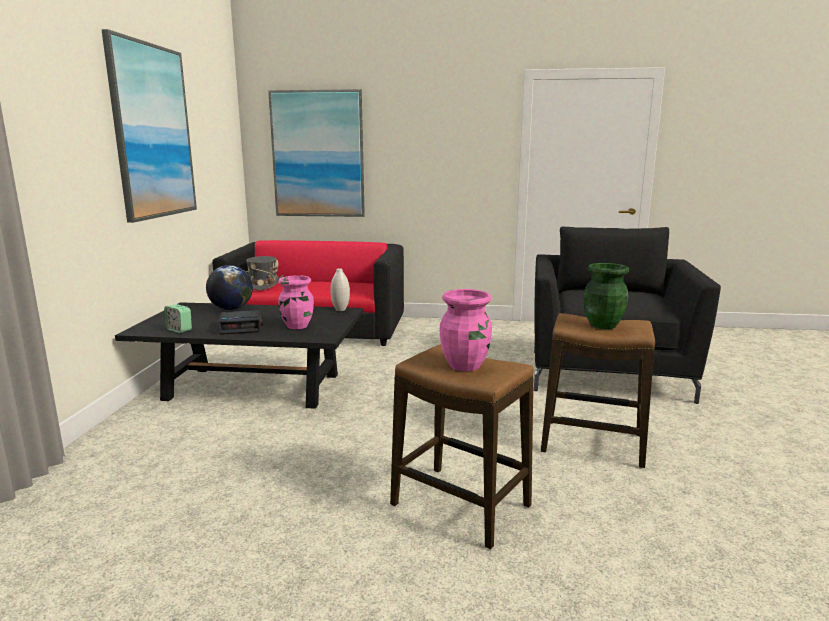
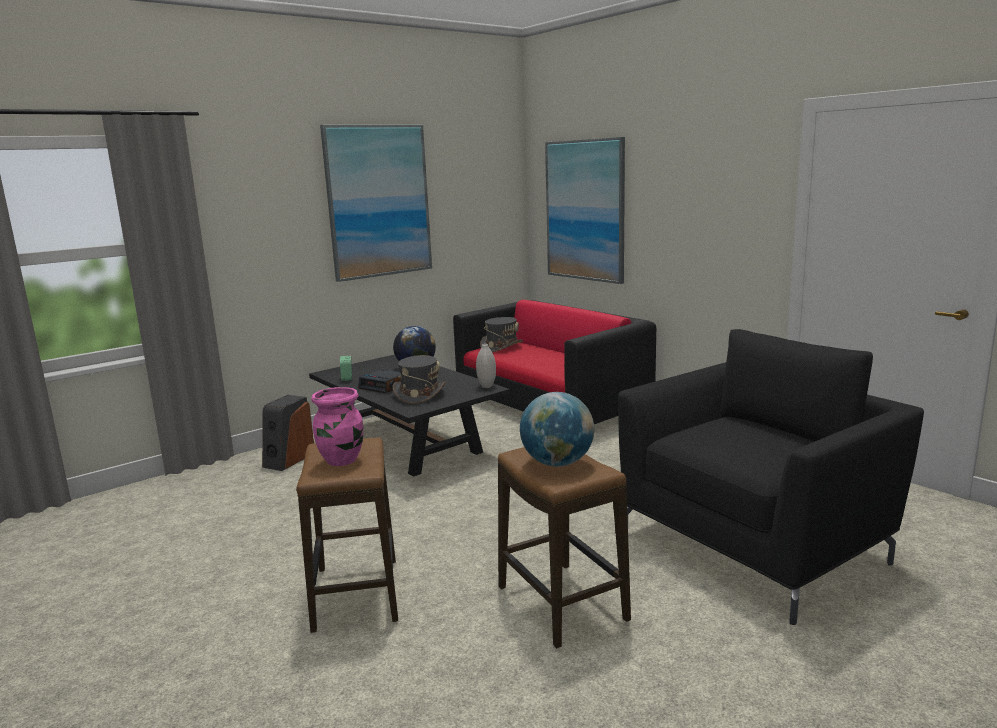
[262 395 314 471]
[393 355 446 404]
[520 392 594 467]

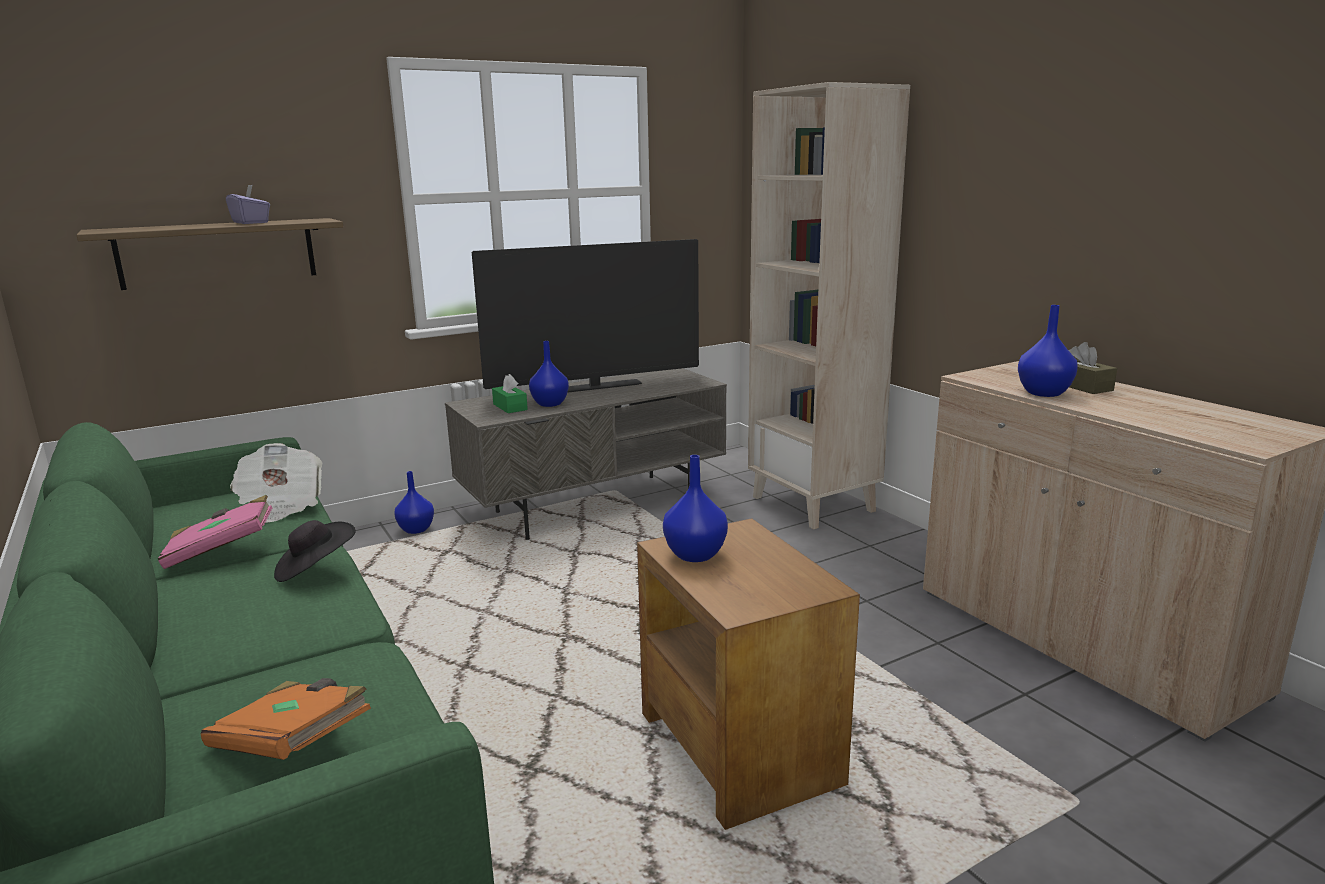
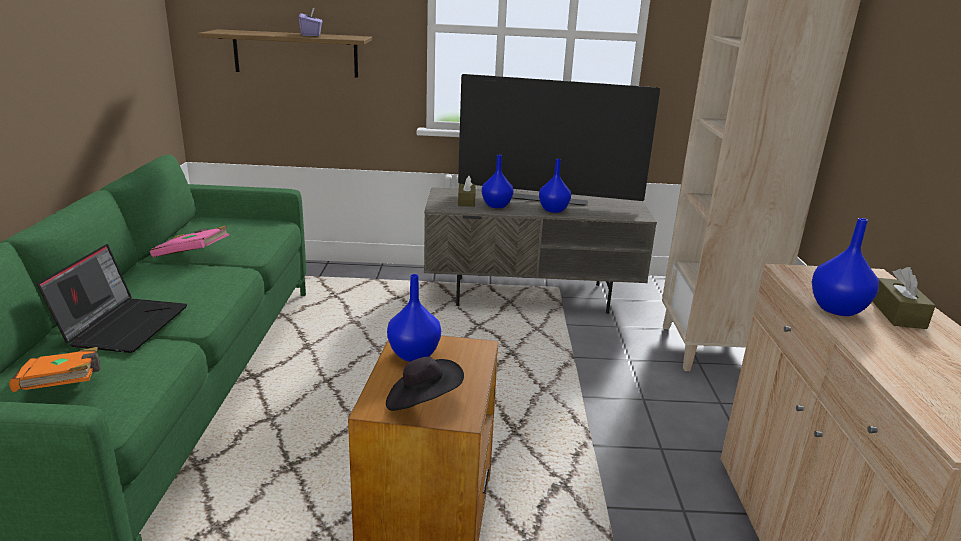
[230 443 322 523] (first image)
[37 244 188 353]
[386 357 464 411]
[539 159 571 213]
[458 176 476 207]

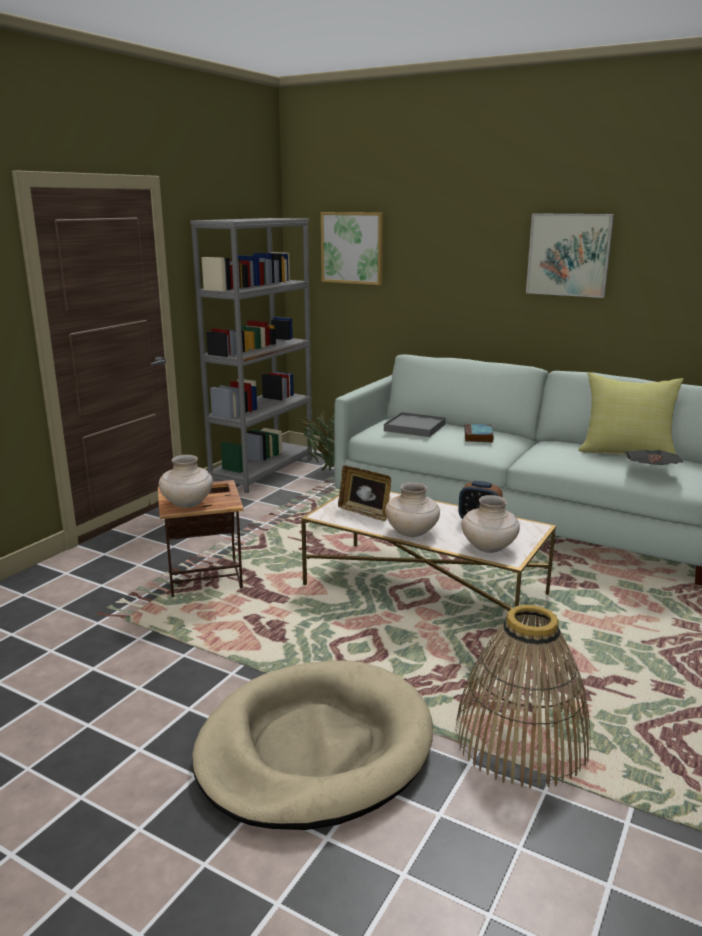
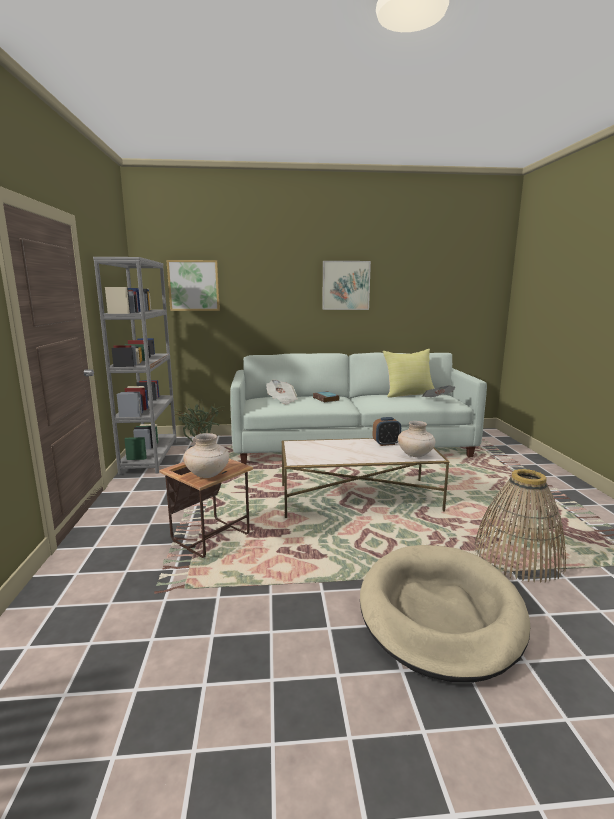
[338 466 391 522] (first image)
[385 482 440 537] (first image)
[266 380 298 404]

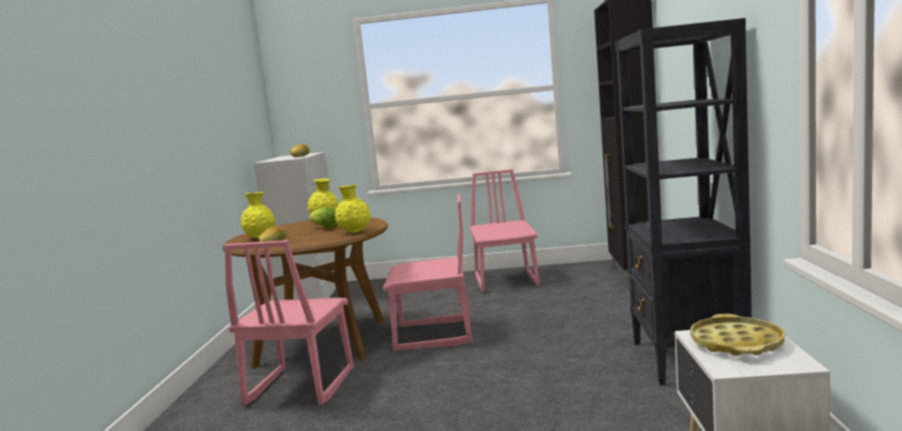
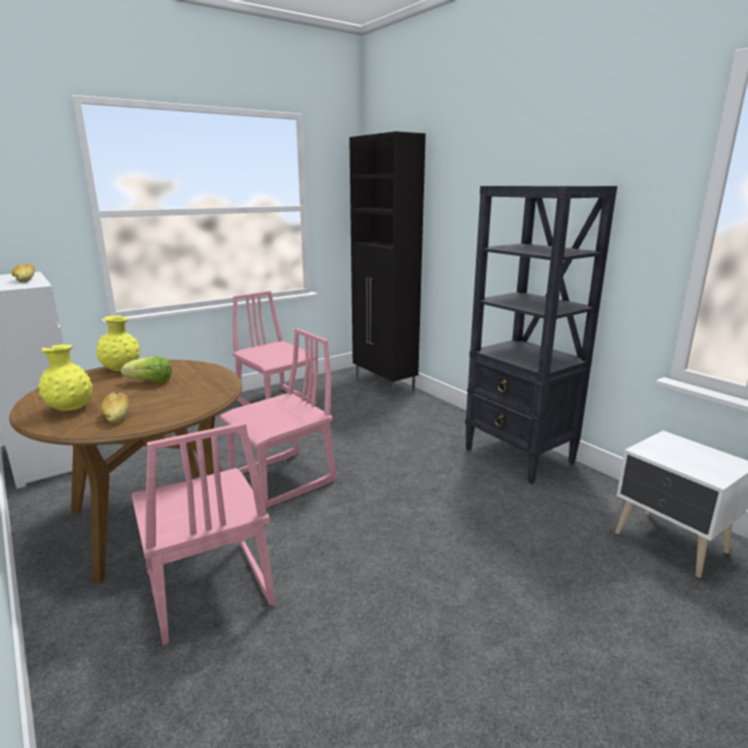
[335 184 371 233] (first image)
[690 314 785 356] (first image)

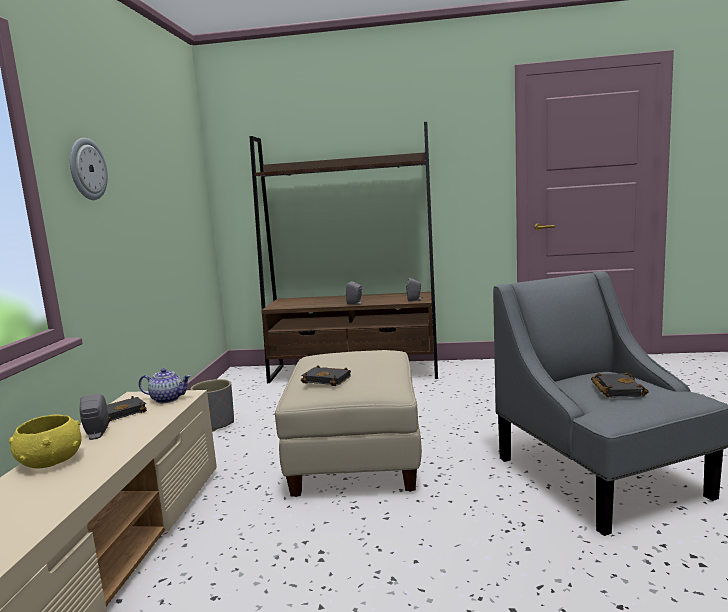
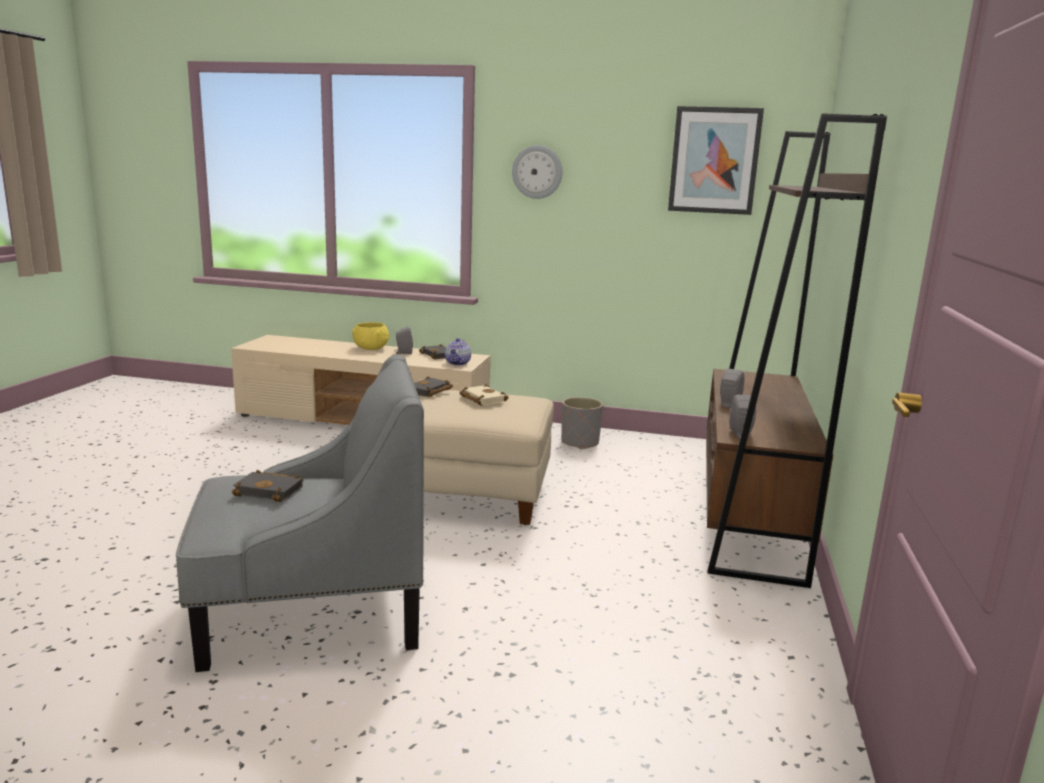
[459 384 509 406]
[668 106 764 215]

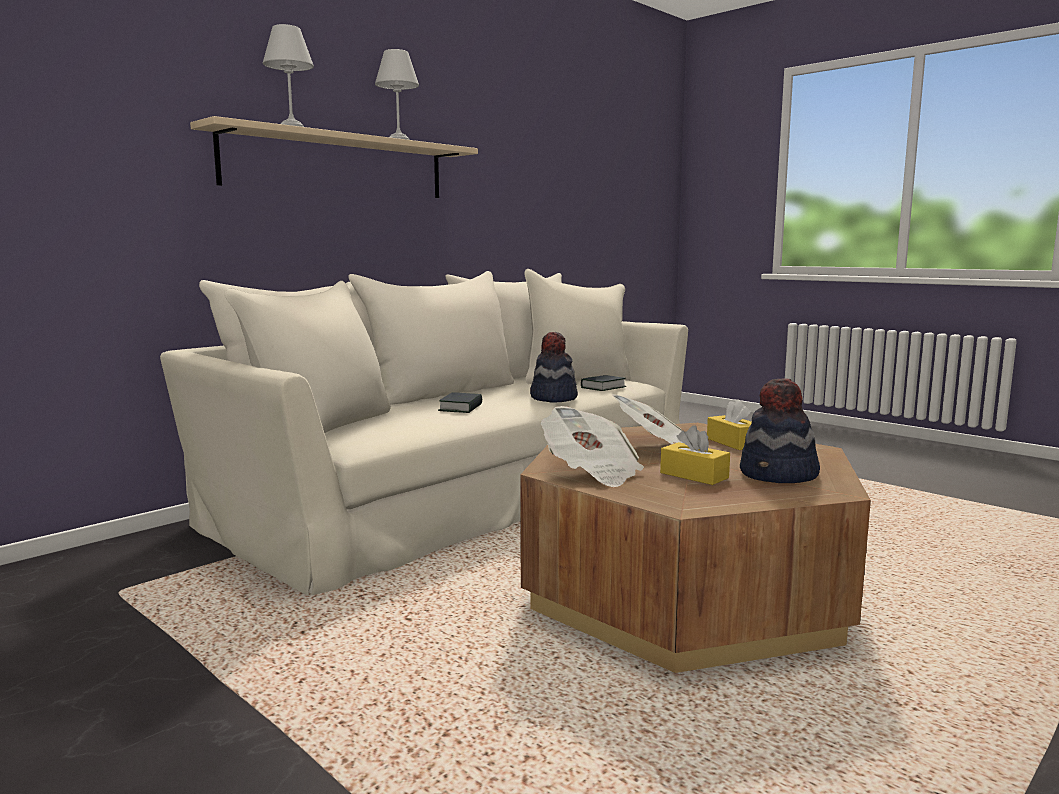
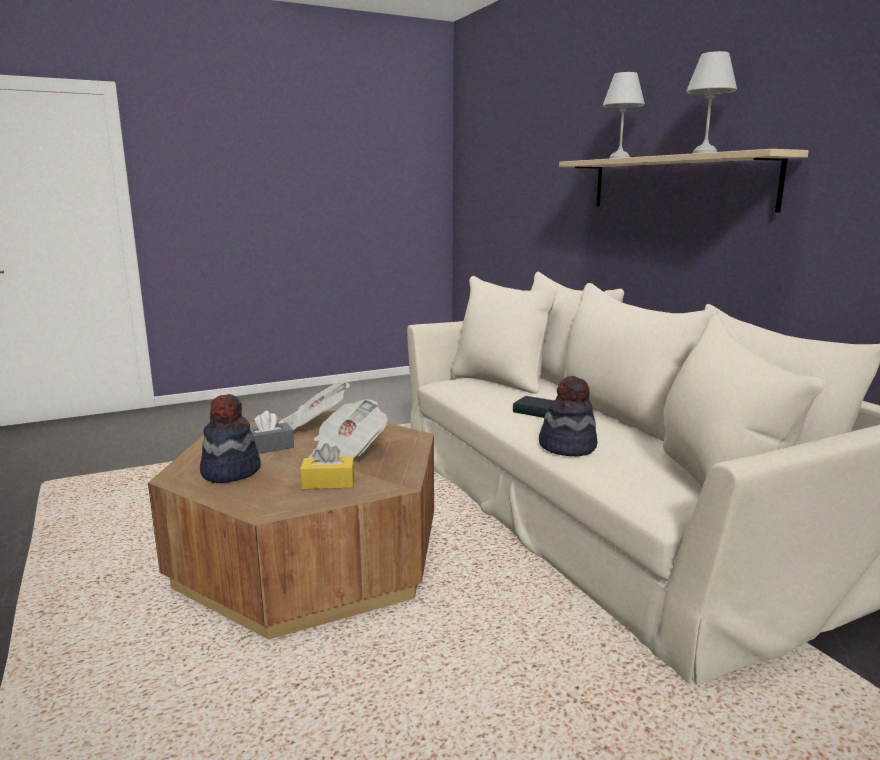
[581 375 626 391] (first image)
[250 411 294 454]

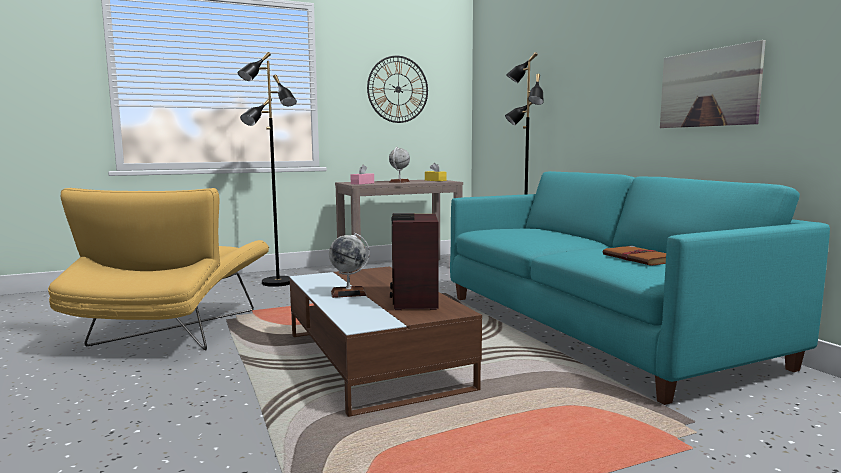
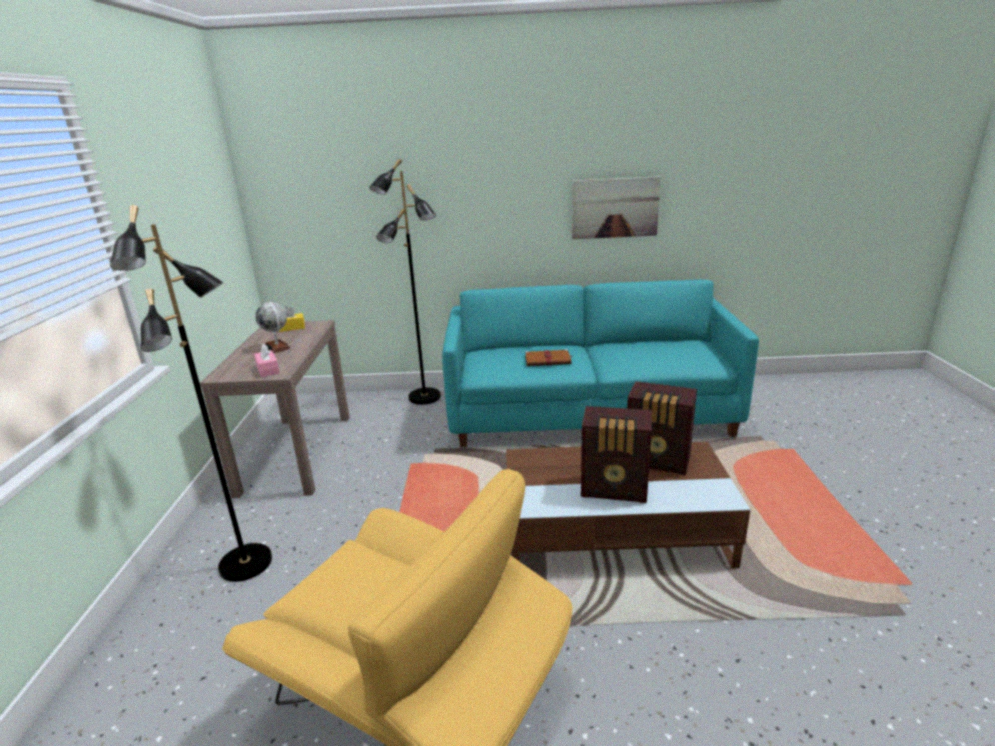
[367 56 428 123] (first image)
[525 349 572 366]
[581 406 652 503]

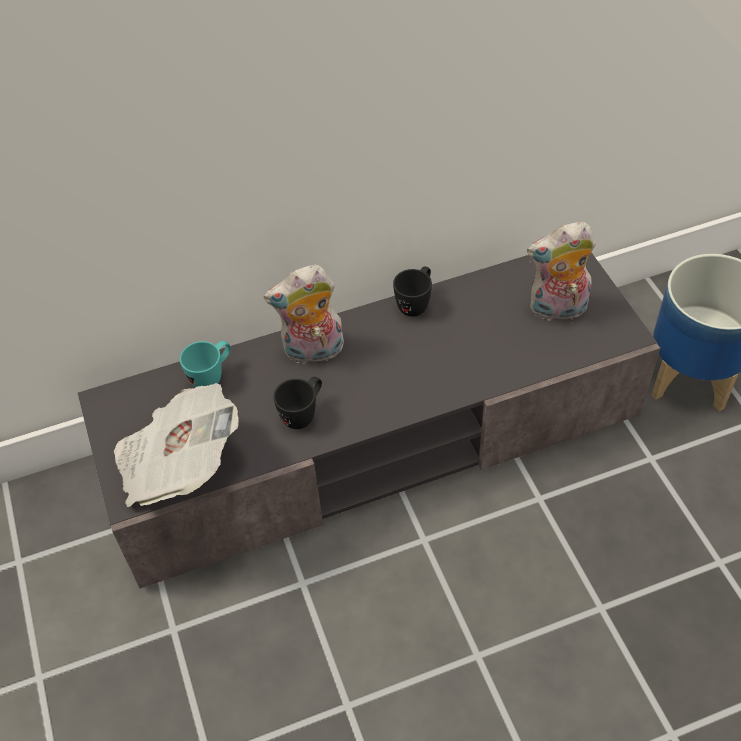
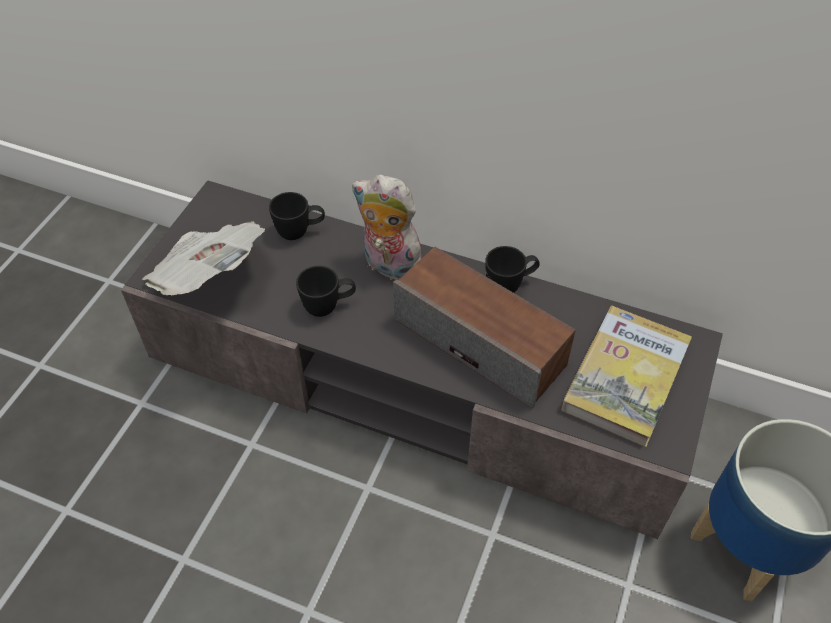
[393 247 576 408]
[561 306 692 447]
[269 192 325 240]

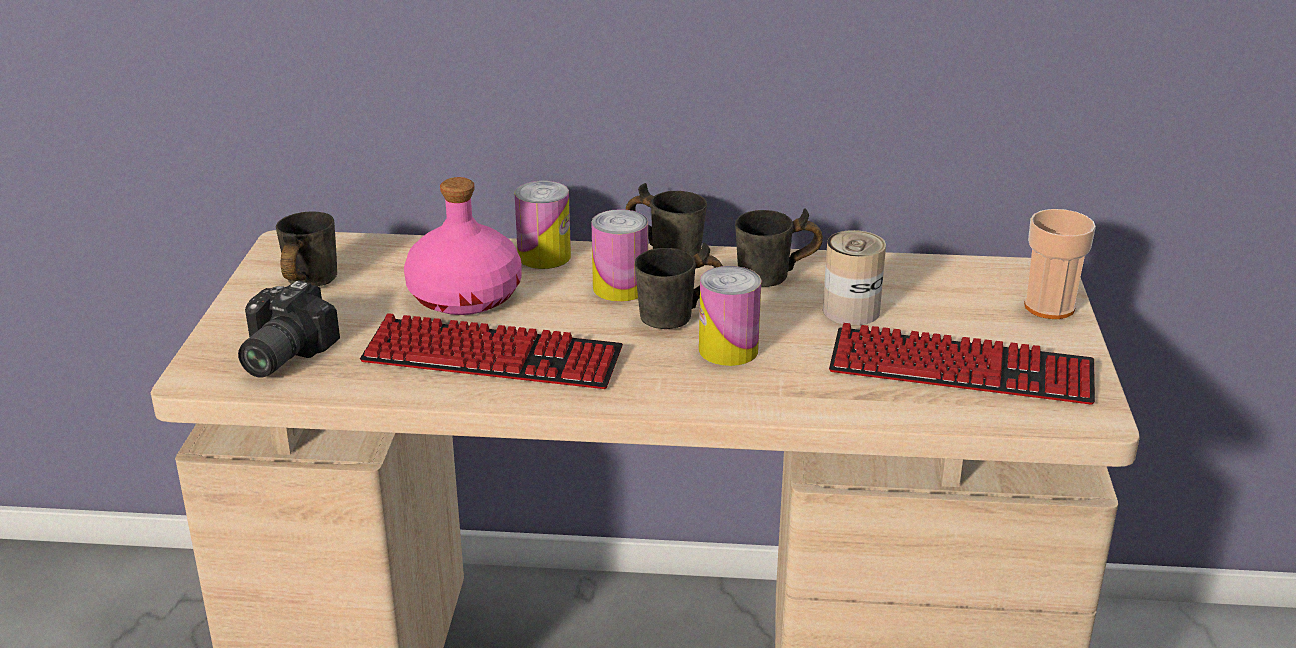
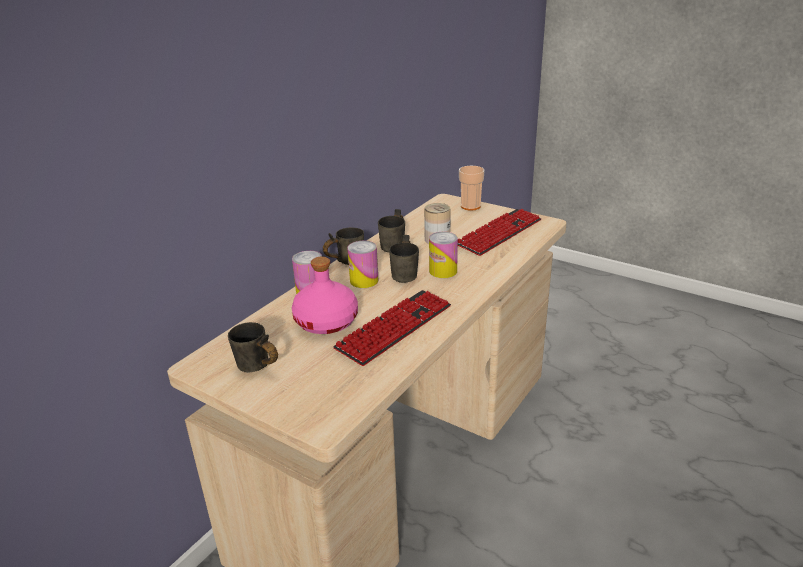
[238 280 340 378] (first image)

